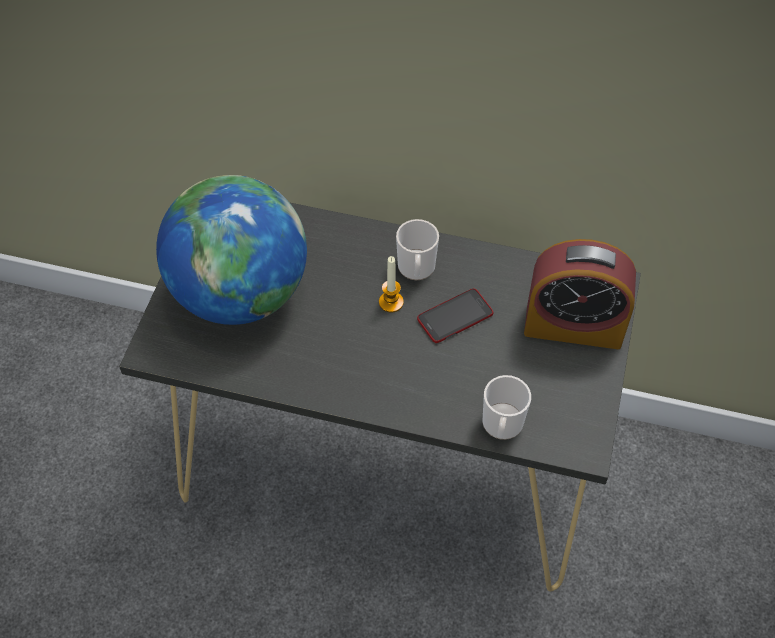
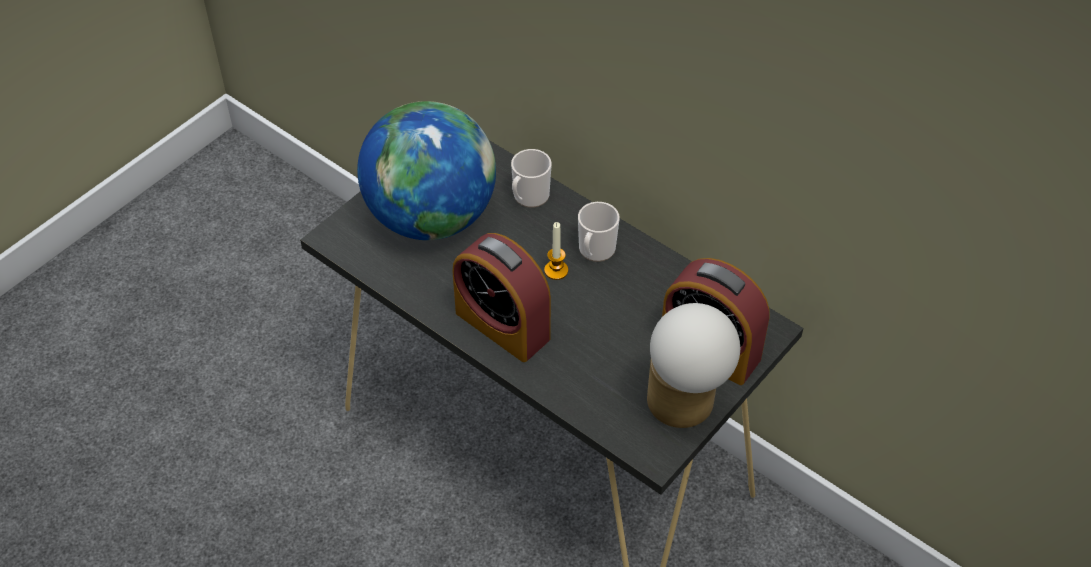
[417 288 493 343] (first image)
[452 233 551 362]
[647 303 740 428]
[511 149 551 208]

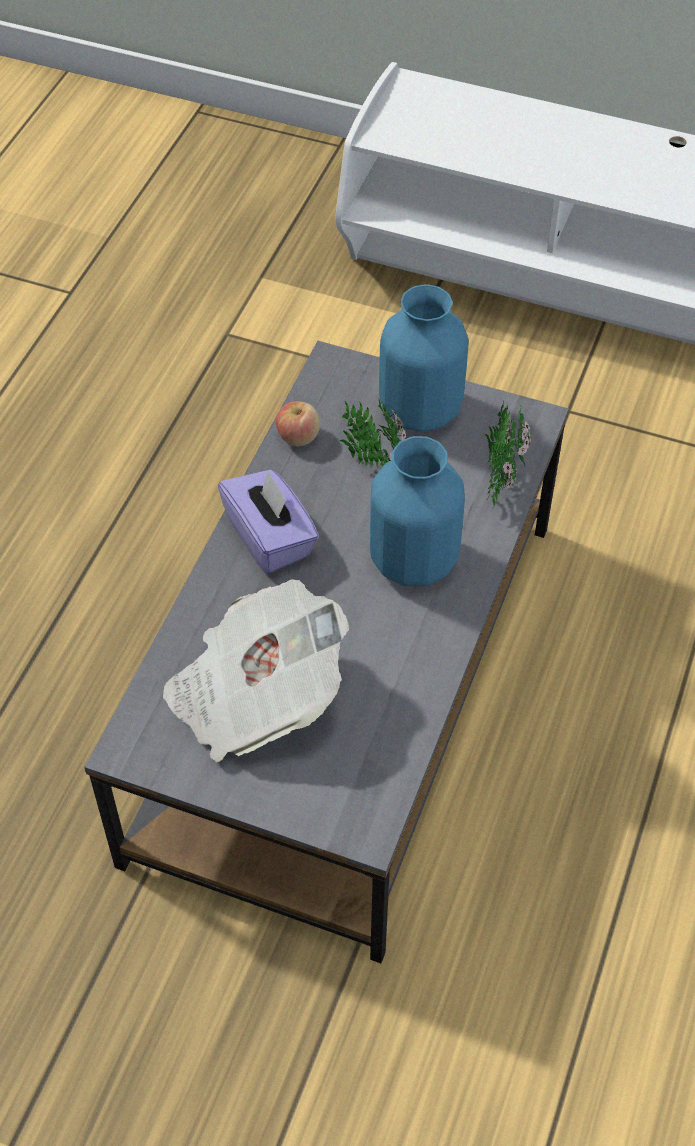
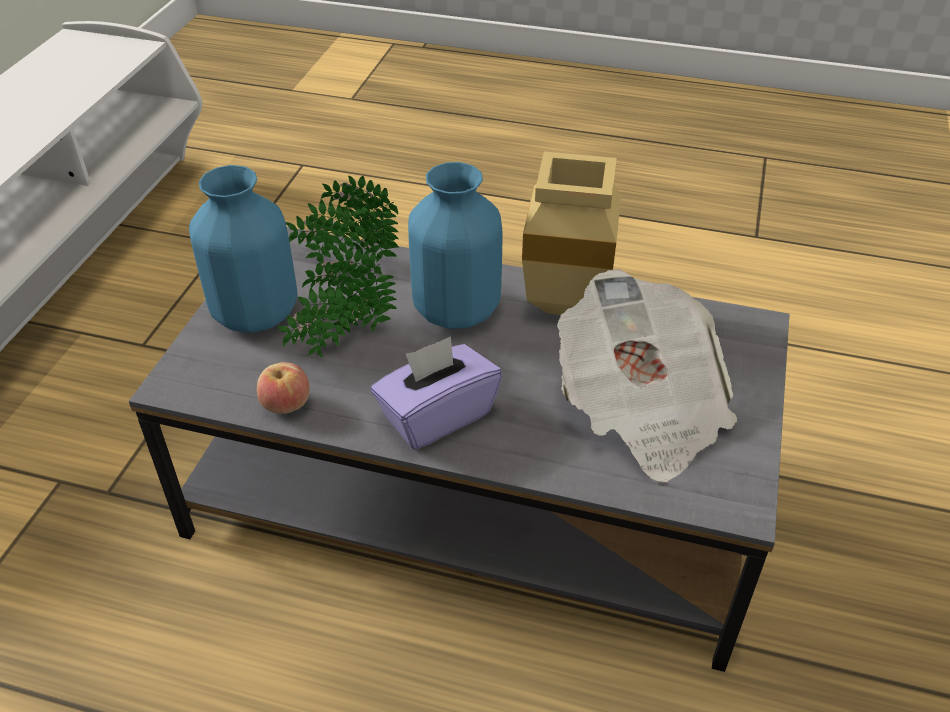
[522 151 621 315]

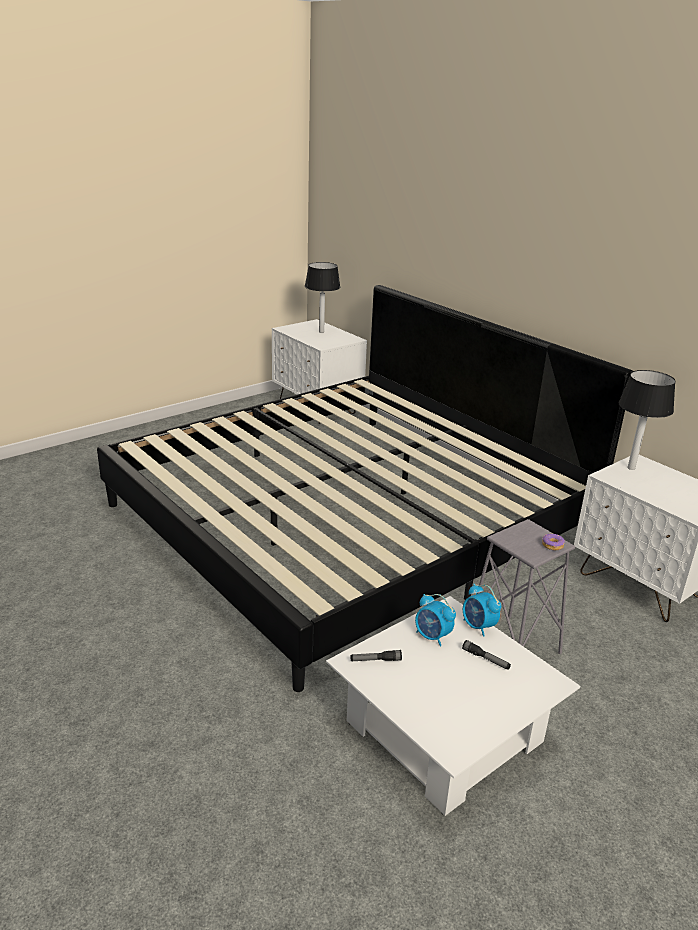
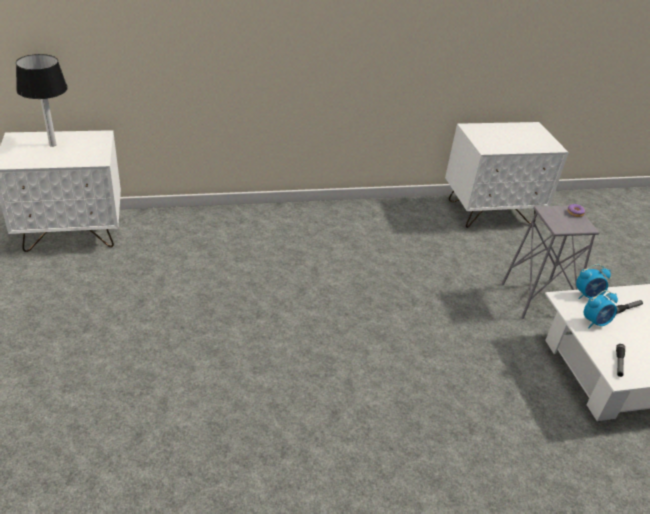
[97 285 633 692] (first image)
[619 370 676 470] (first image)

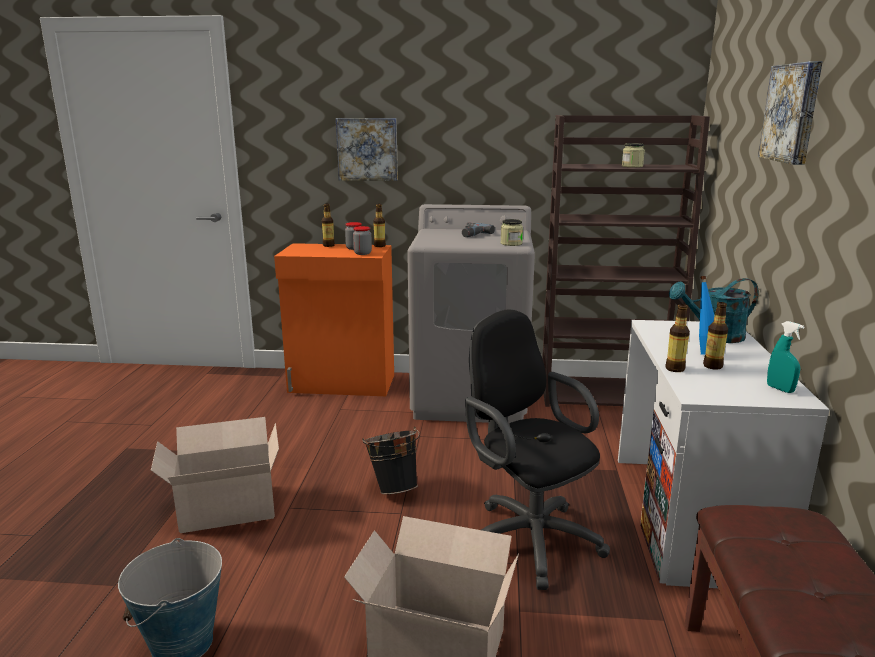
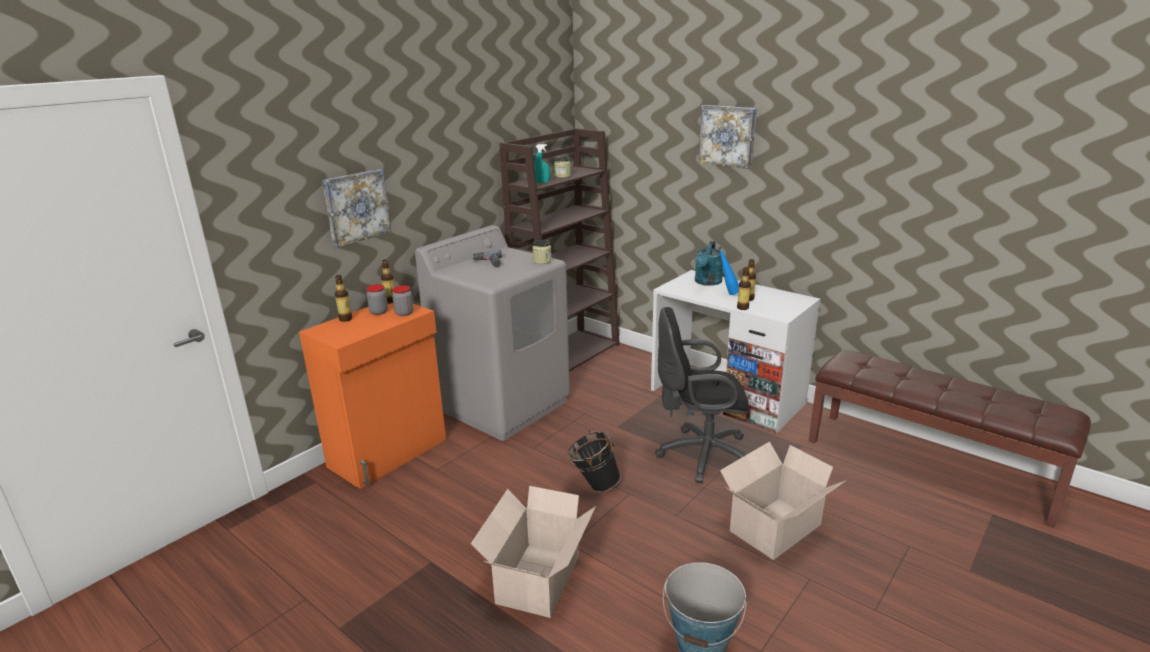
[534 144 550 183]

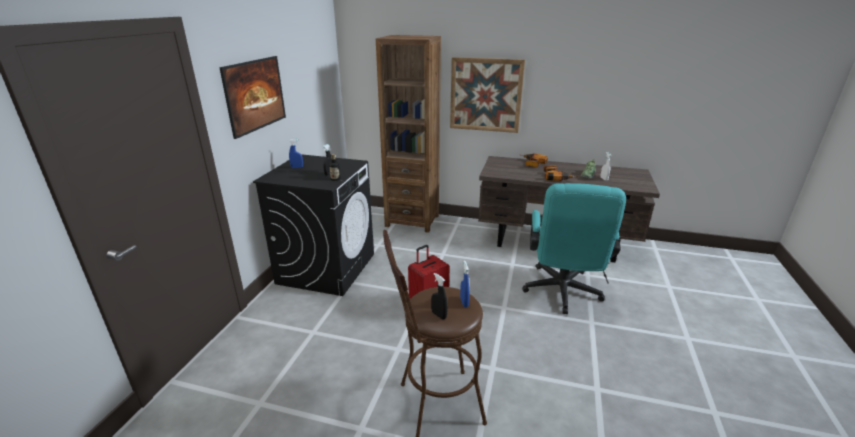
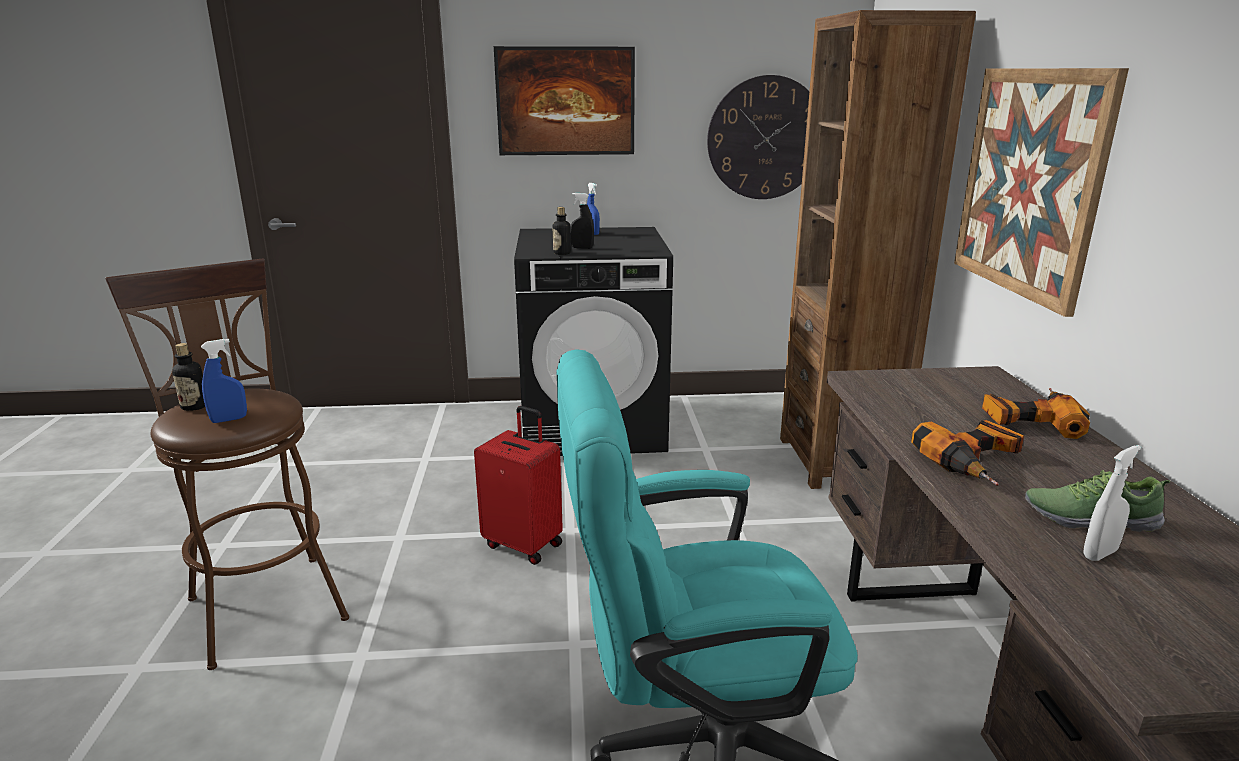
[707 75 809 199]
[172 343 205 411]

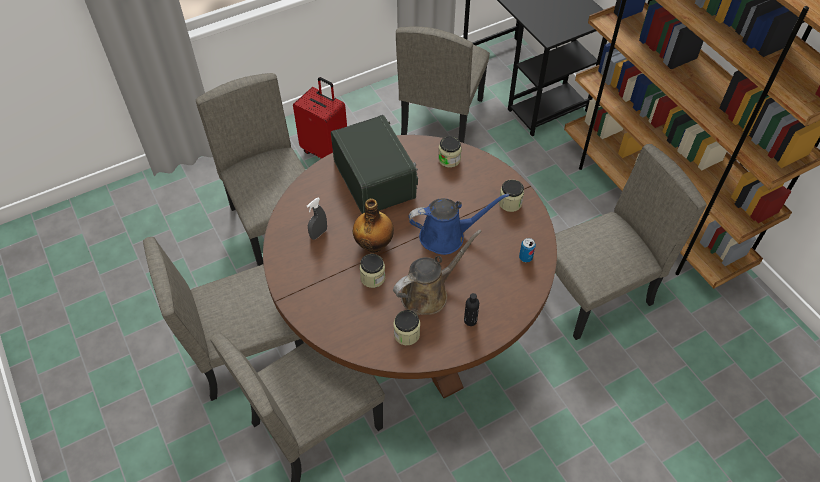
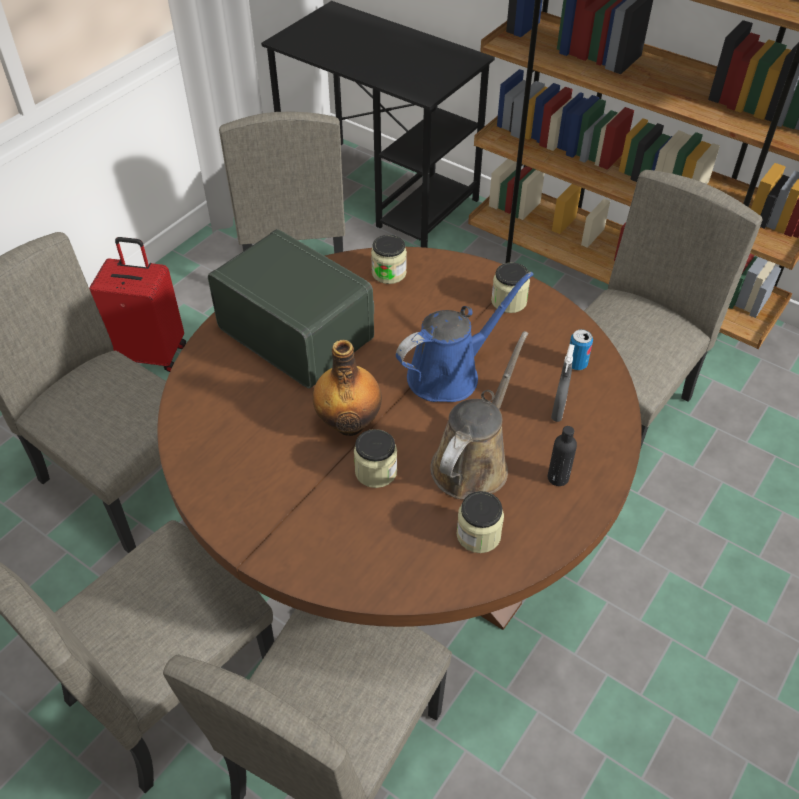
[551 344 575 422]

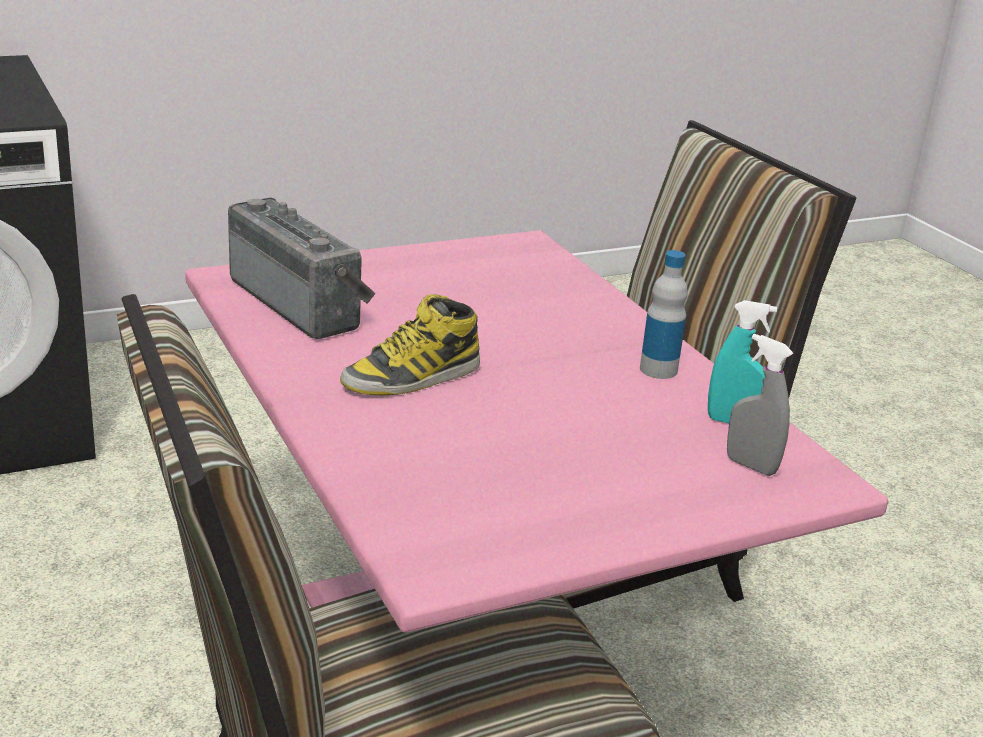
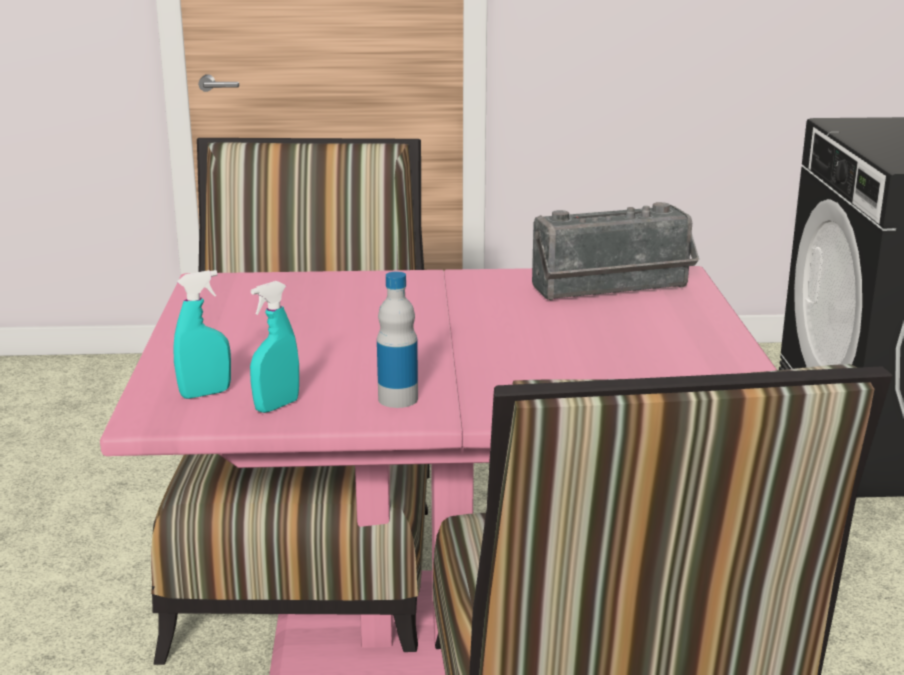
[340 294 480 395] (first image)
[174 270 231 399]

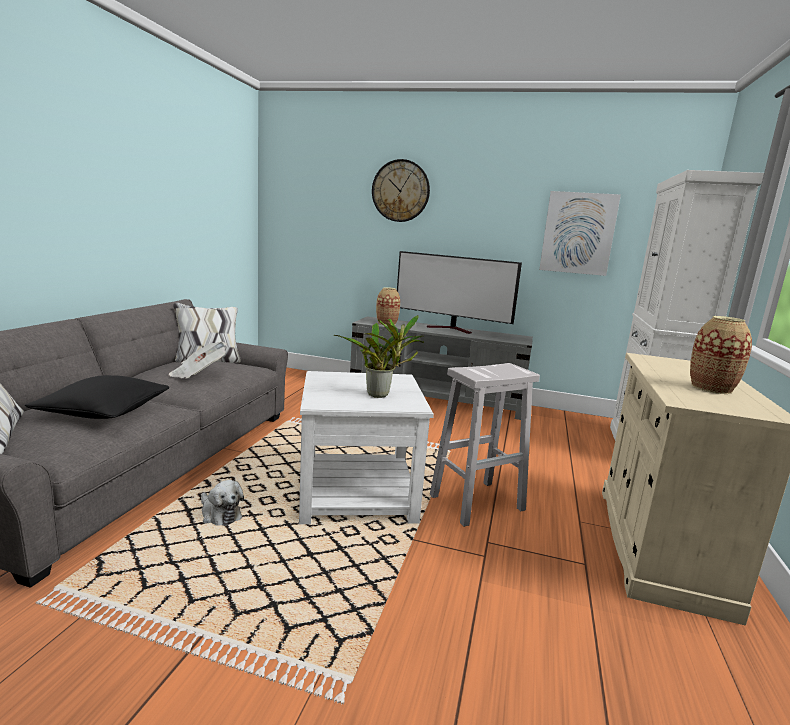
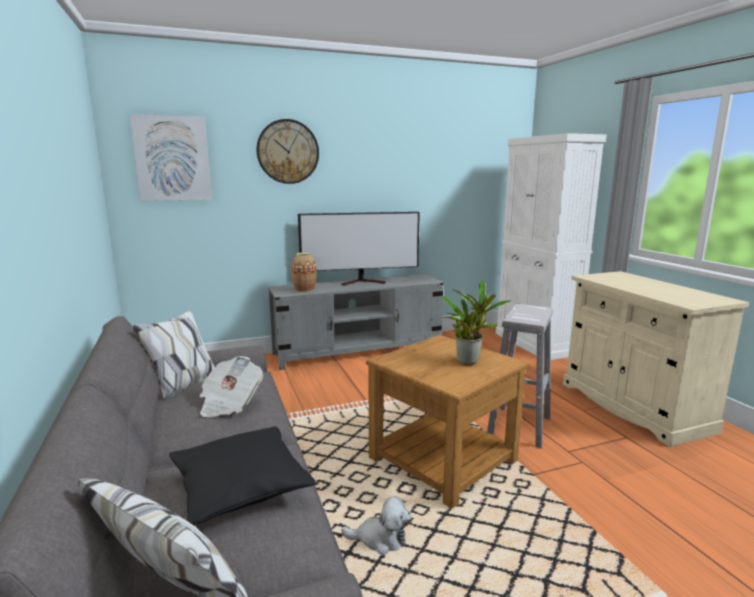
[690 316 752 394] (first image)
[130 114 212 201]
[366 335 530 509]

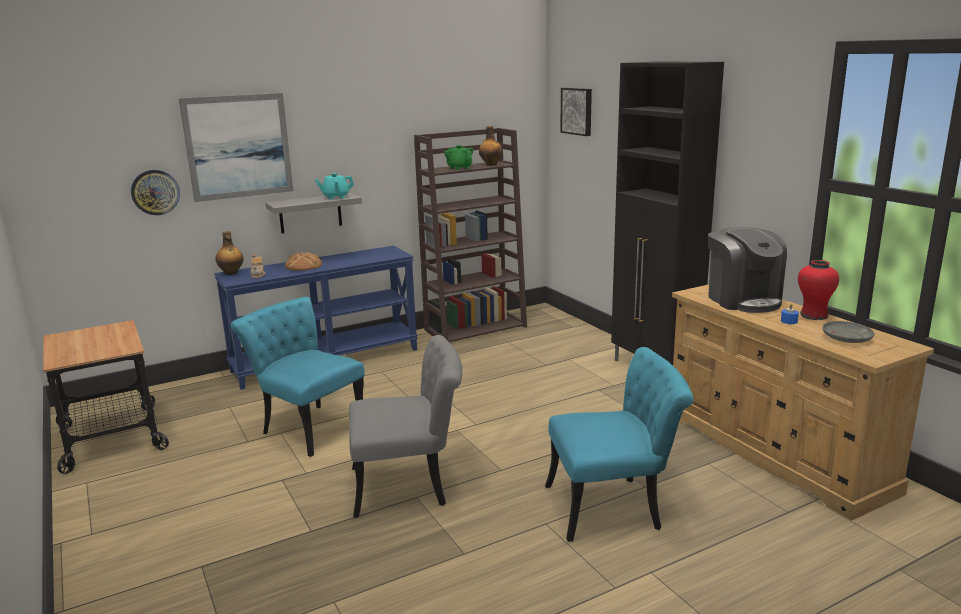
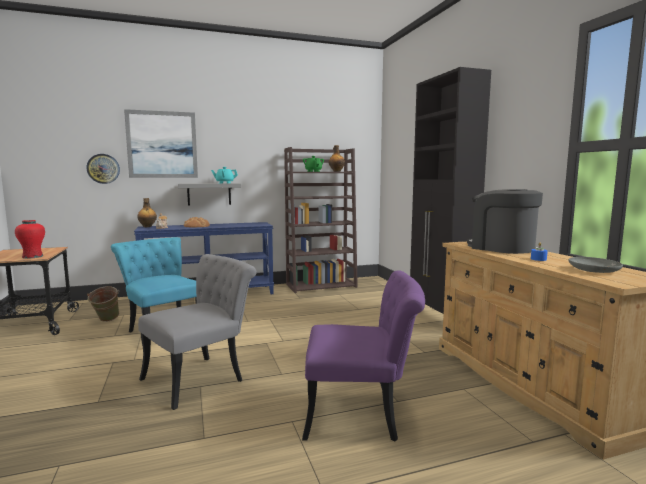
[560 88 592 136] (first image)
[87 286 119 322]
[15 220 45 259]
[302 270 425 441]
[138 254 257 410]
[467 189 543 254]

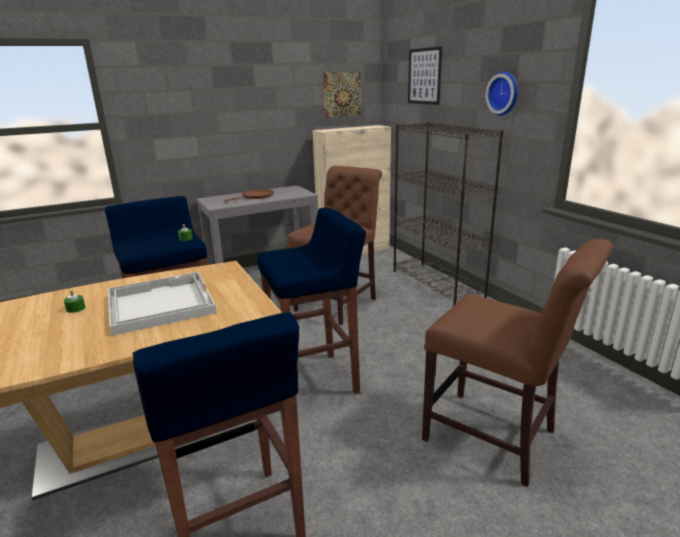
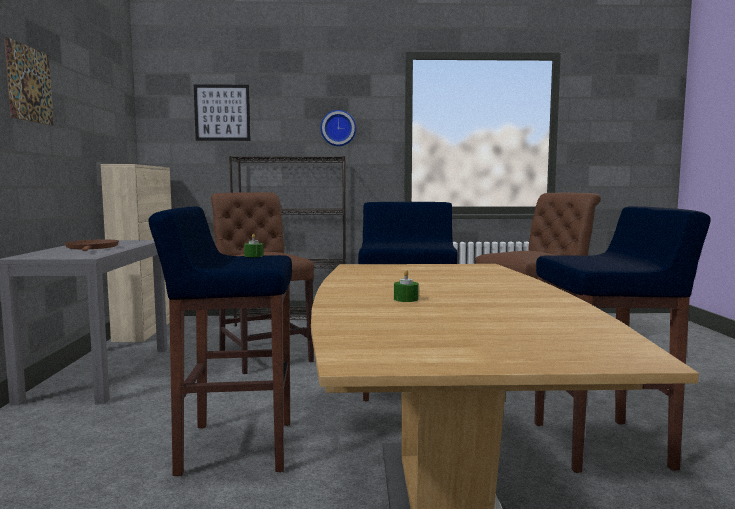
[108 272 217 336] (first image)
[4 37 54 126]

